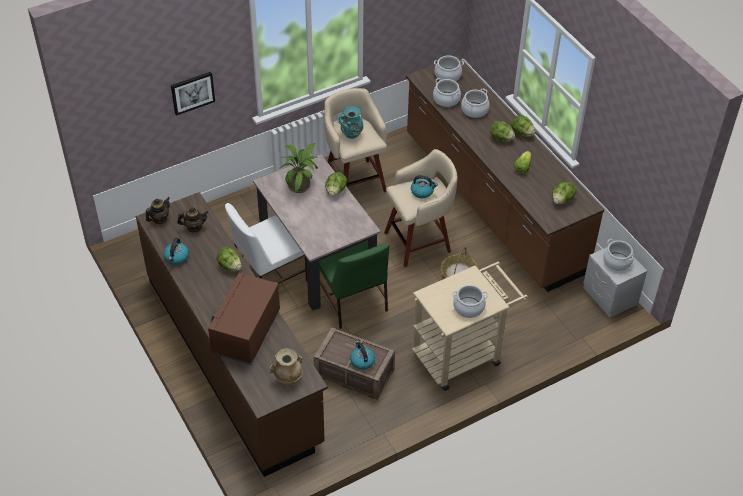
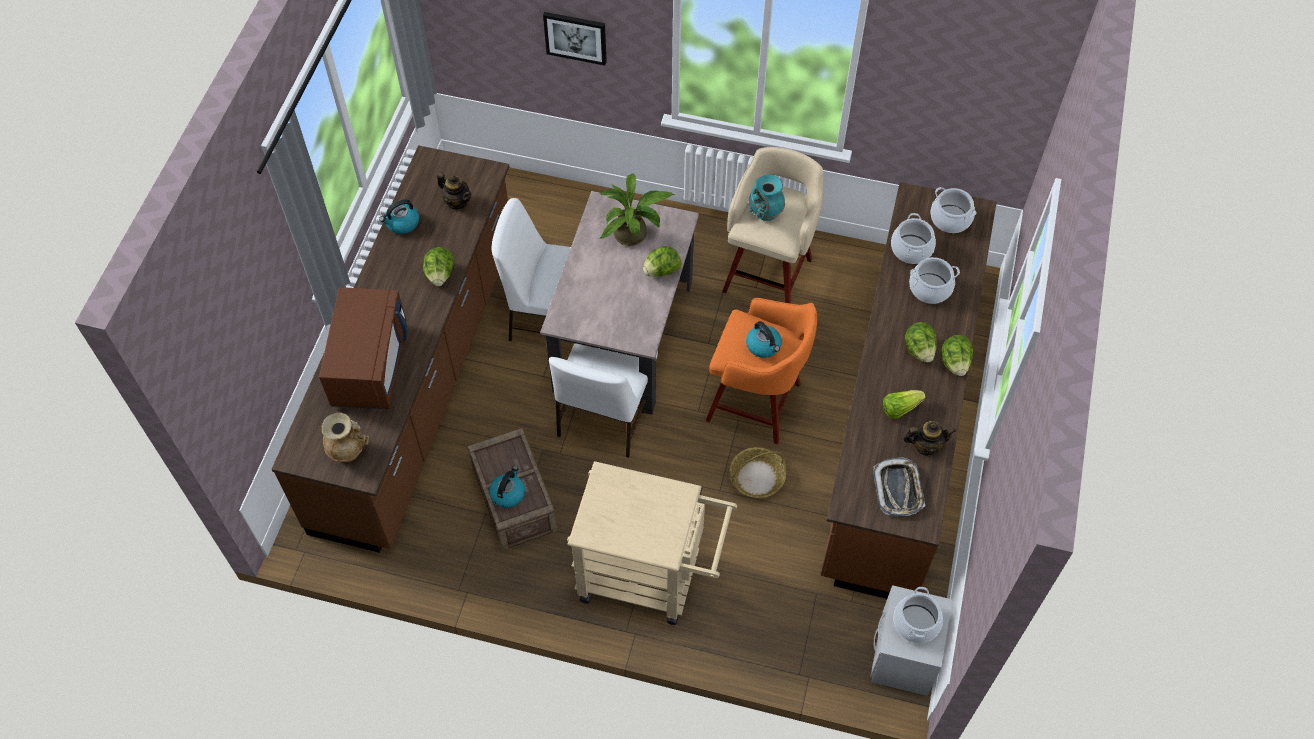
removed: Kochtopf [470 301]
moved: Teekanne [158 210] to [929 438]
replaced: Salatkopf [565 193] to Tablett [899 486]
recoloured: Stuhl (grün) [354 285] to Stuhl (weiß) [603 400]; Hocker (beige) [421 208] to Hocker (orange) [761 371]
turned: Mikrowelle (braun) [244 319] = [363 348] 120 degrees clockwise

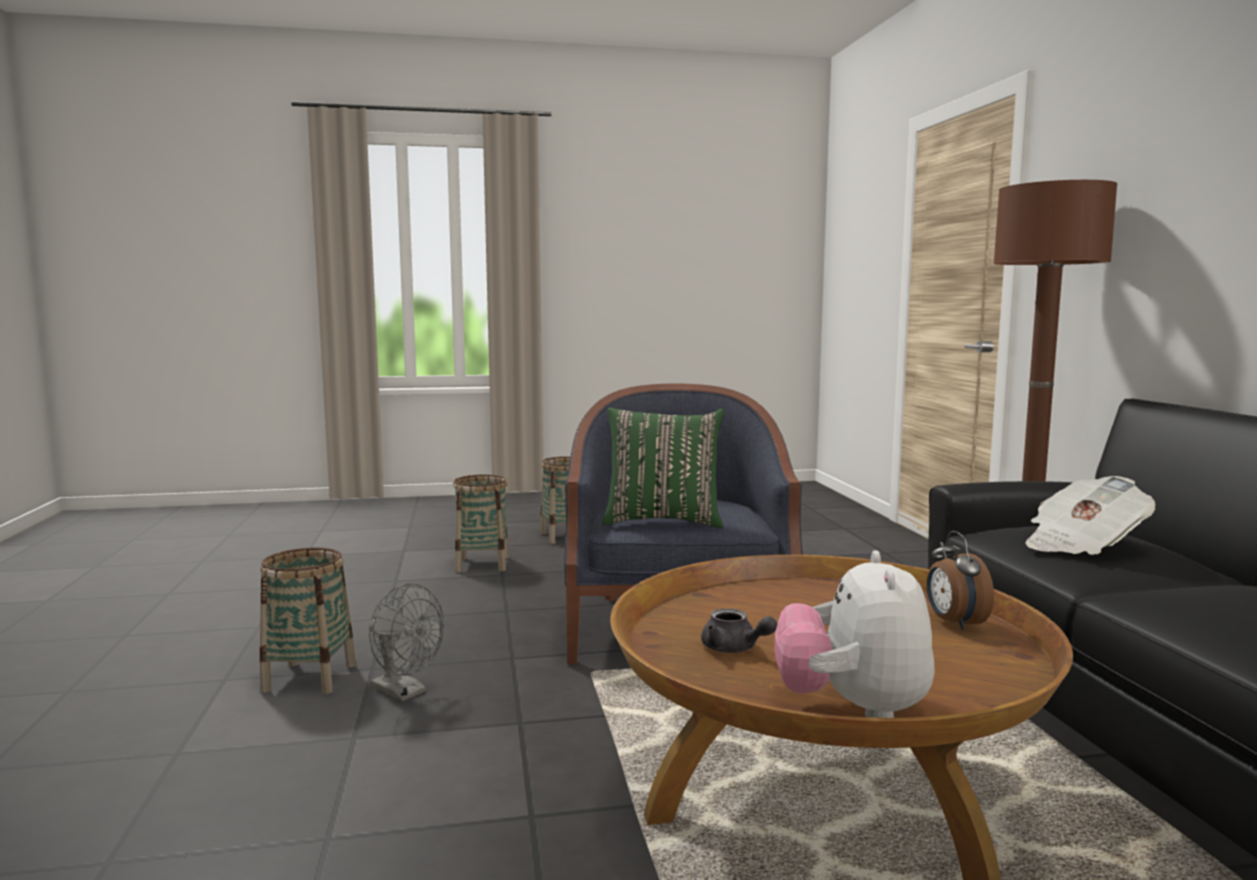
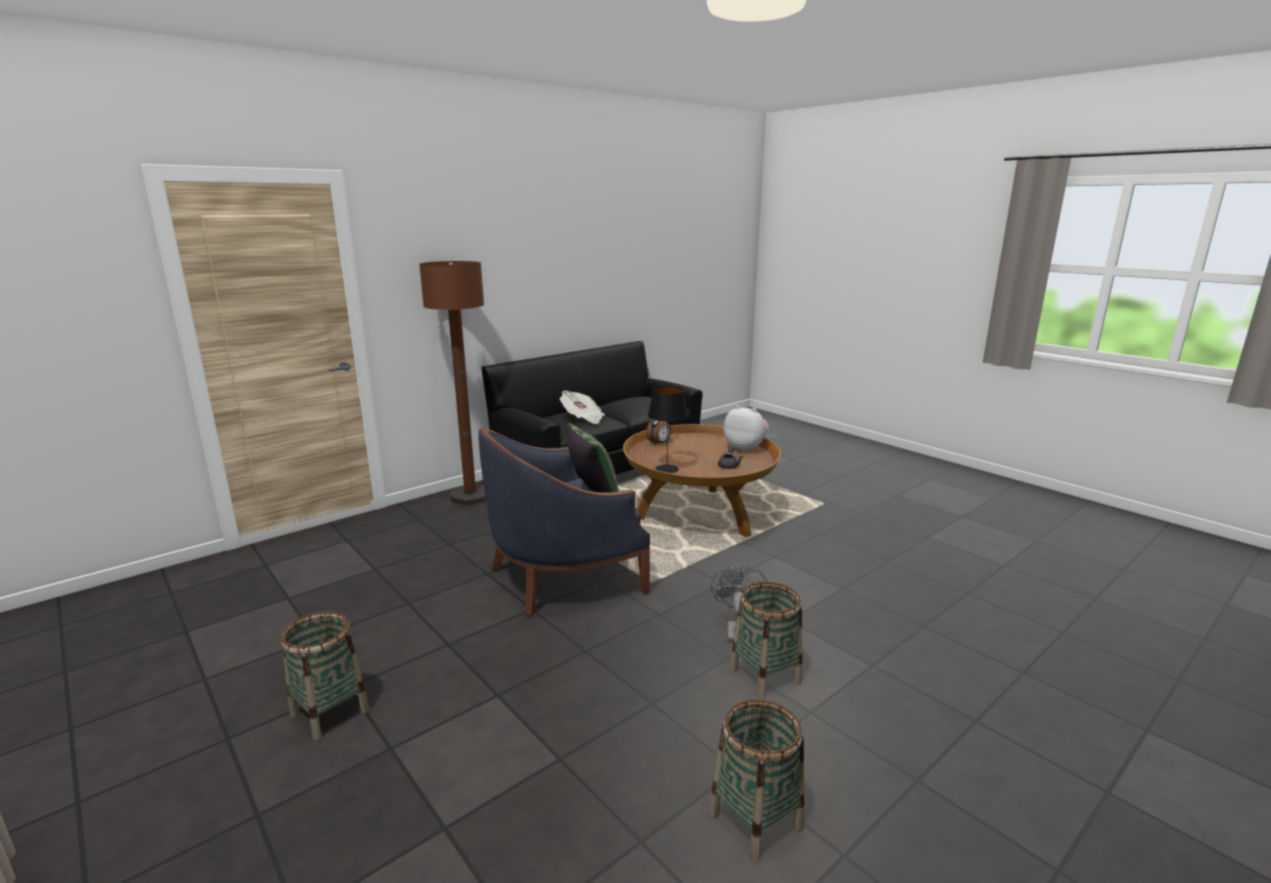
added: Tischlampe (schwarz) [668 429]
moved: Korb [481 523] to [756 780]
turned: Plüschtier [854 634] = [746 428] 120 degrees counterclockwise

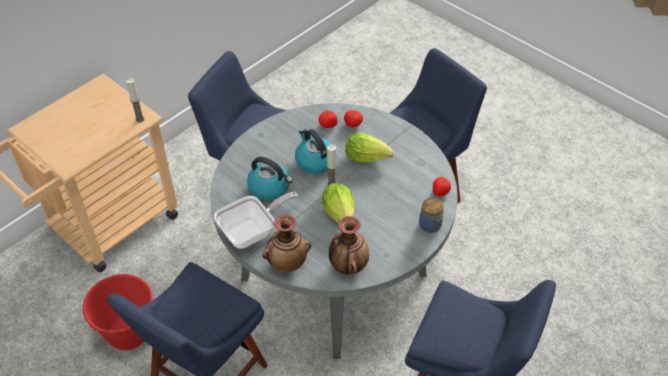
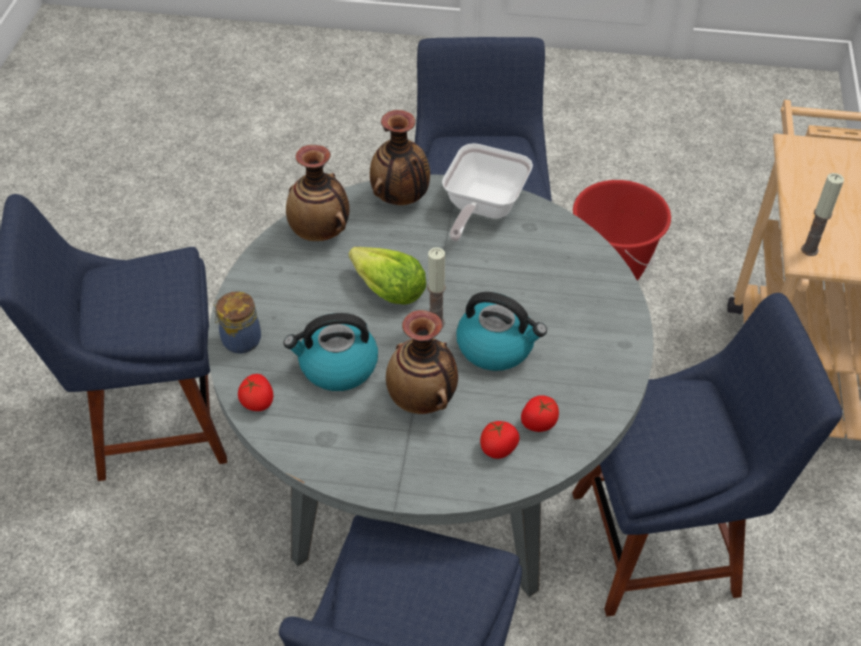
moved: Wasserkessel [270 178] to [330 352]
replaced: Salatkopf [369 147] to Vase [422 362]

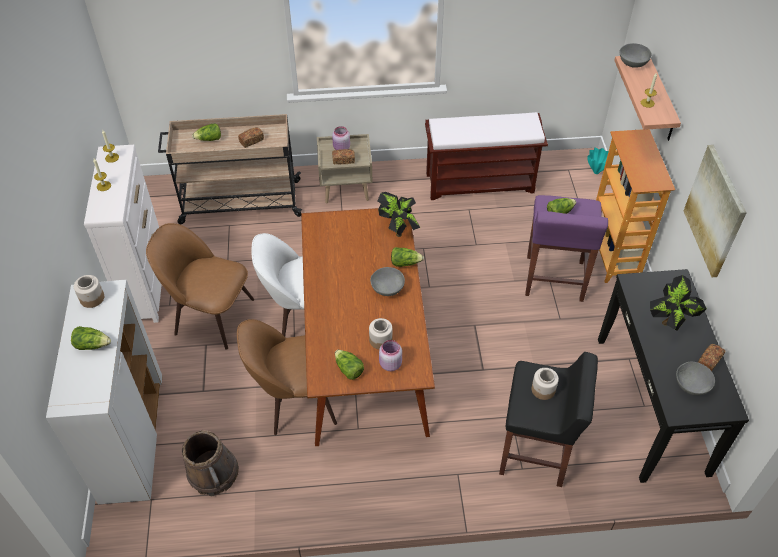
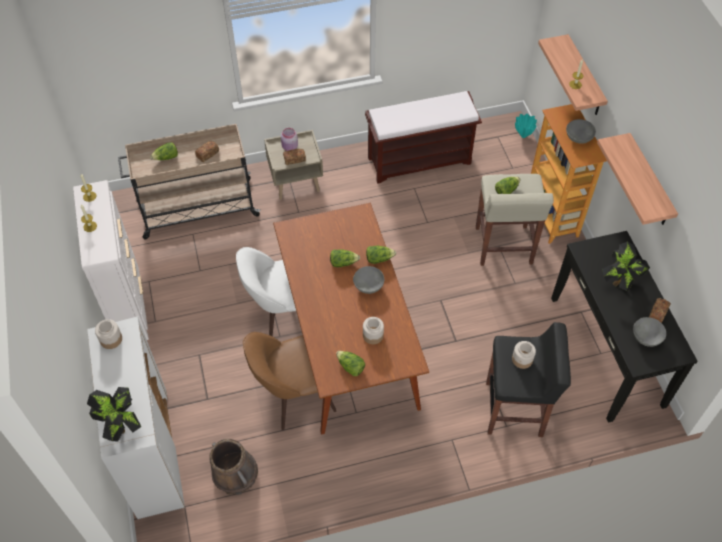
removed: Stuhl (braun) [200 286]; Vorratsglas (rosa) [390 355]
moved: Salatkopf [91 338] to [345 258]; Topfpflanze [398 214] to [114 414]; Schüssel (grau) [635 55] to [581 131]
replaced: Bild [715 211] to Wandregal [637 179]
recoloured: Hocker (lila) [566 248] to Hocker (beige) [515 220]

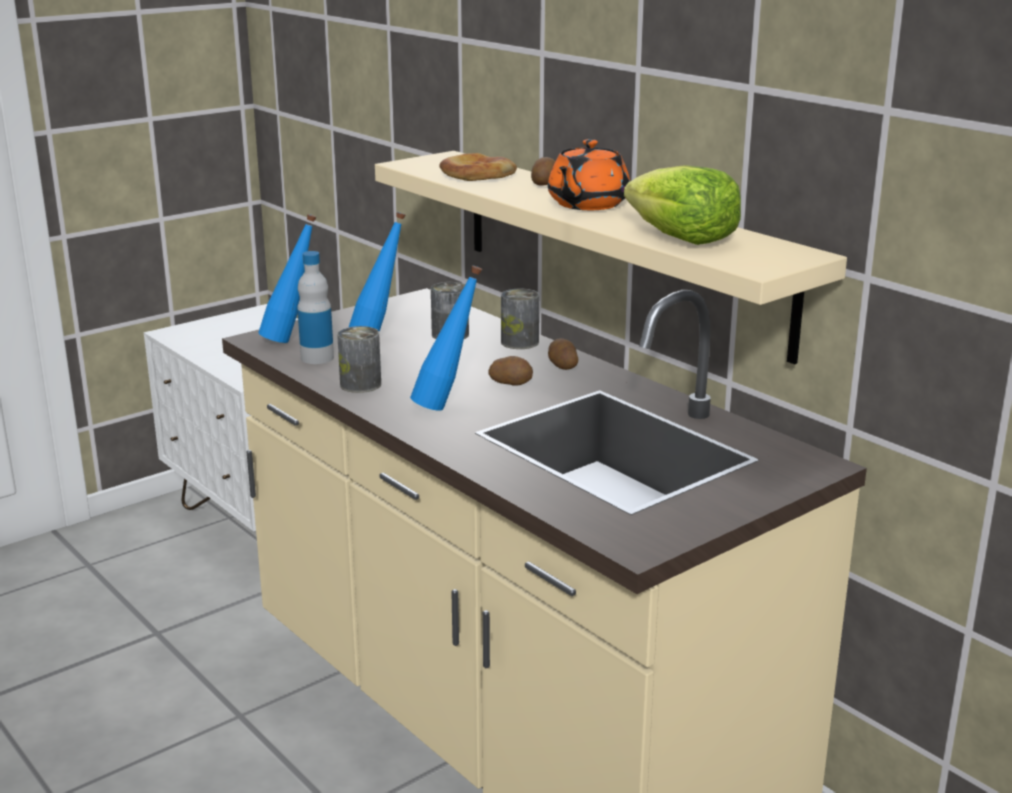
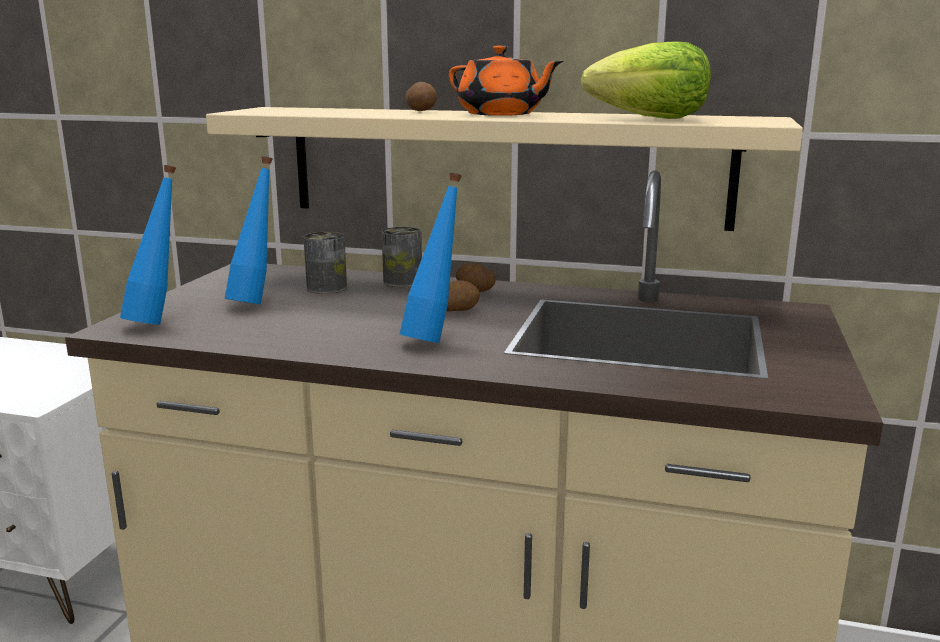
removed: Flasche [315 307]; Dose [359 359]; Brot [478 167]
turned: Teekanne (orange) [589 174] = [506 80] 45 degrees counterclockwise

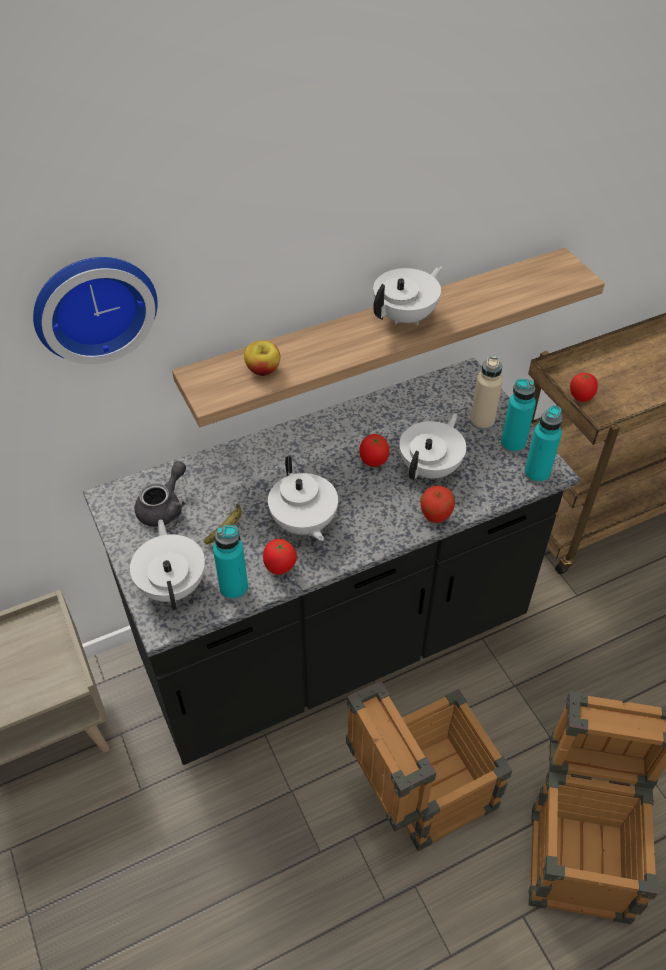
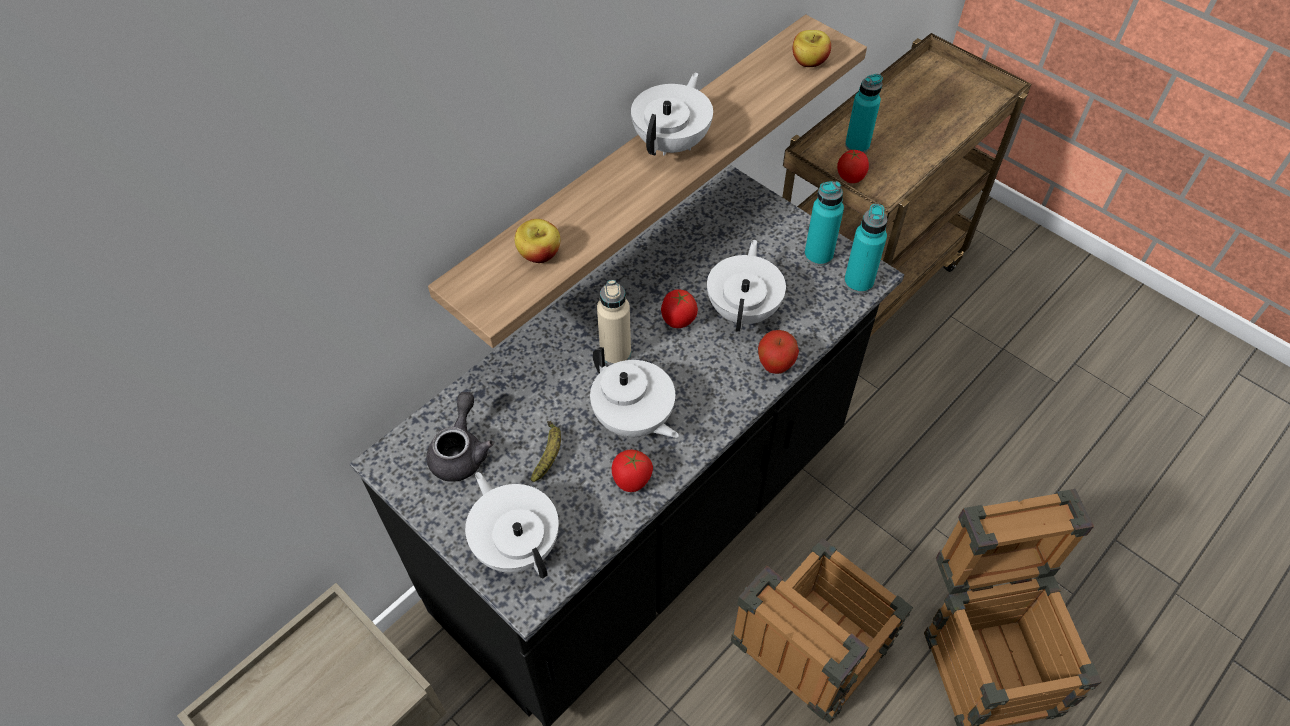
removed: Wanduhr [95 310]
added: Apfel [812 48]
moved: Flasche (türkis) [230 562] to [864 113]; Flasche (beige) [486 393] to [614 322]

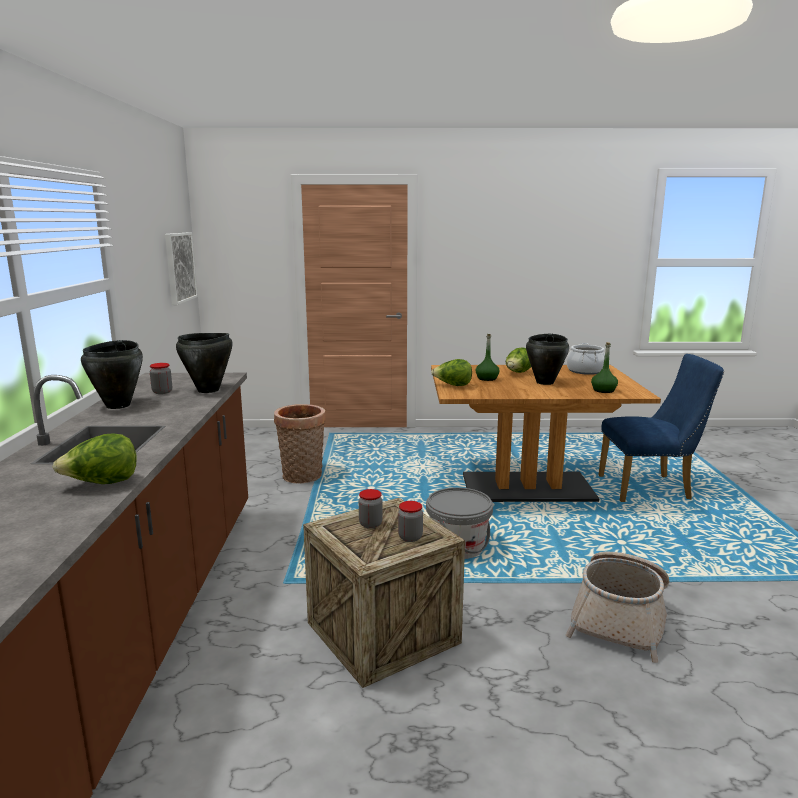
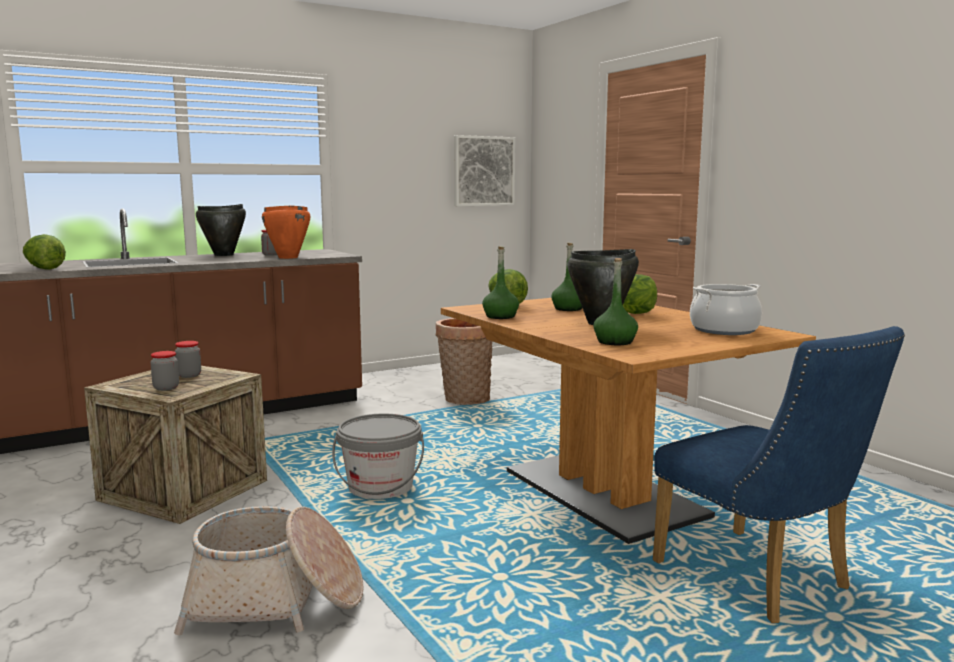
added: Flasche (grün) [500 282]
recoloured: Kochtopf (schwarz) [204 363] to Kochtopf (orange) [286 232]

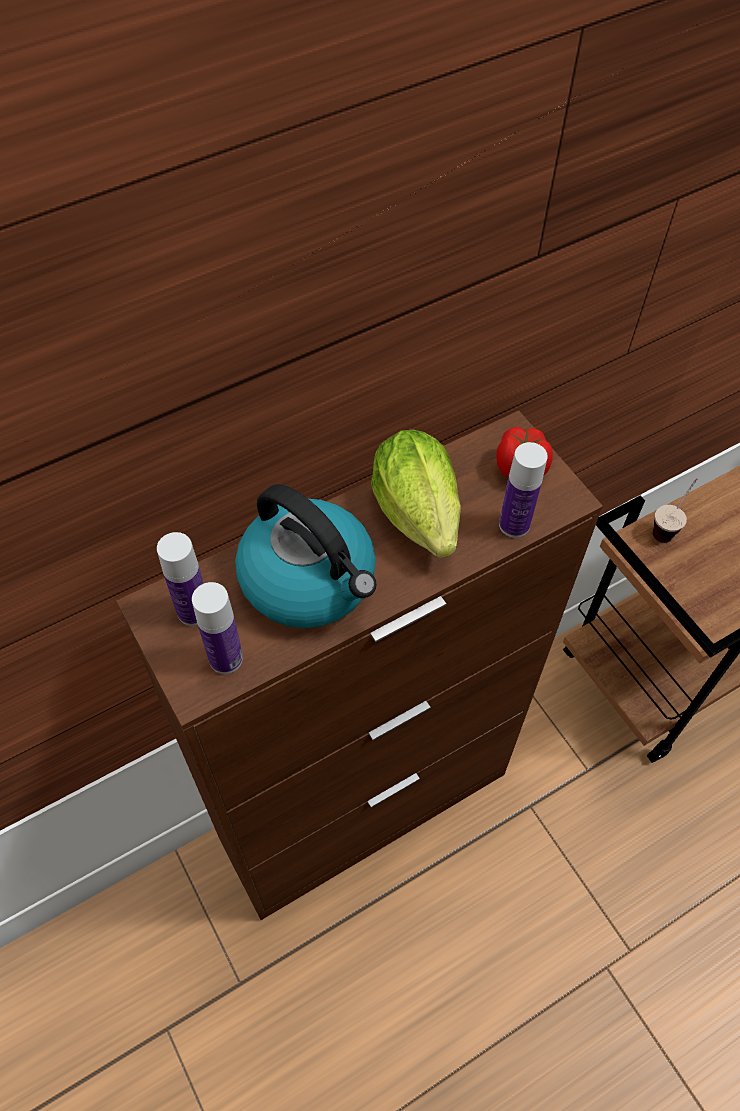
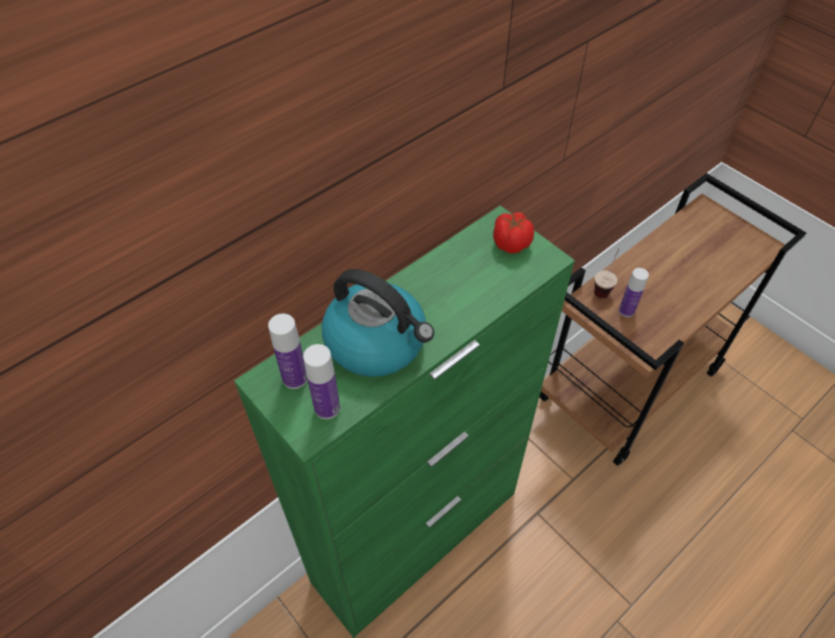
removed: Salatkopf [416 494]
moved: Flasche [523 490] to [634 292]
recoloured: Schrank (braun) [360 665] to Schrank (grün) [404 421]

